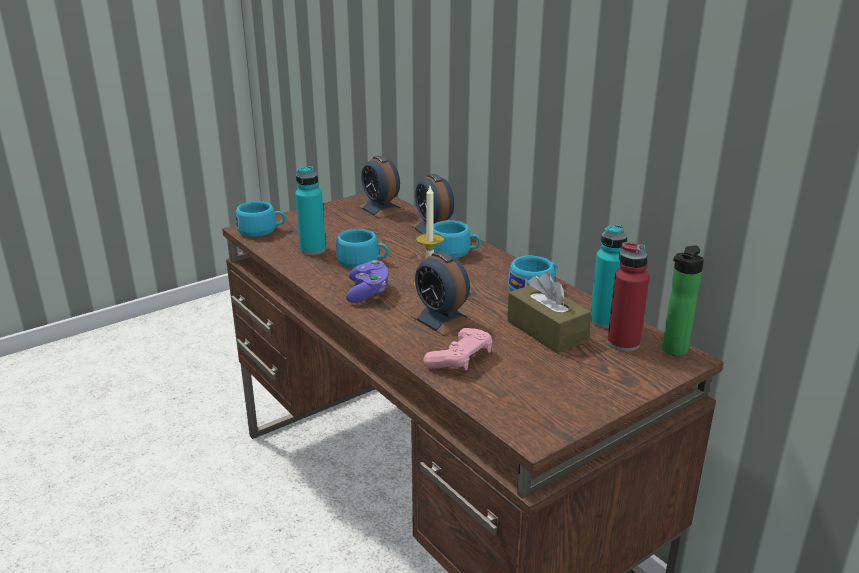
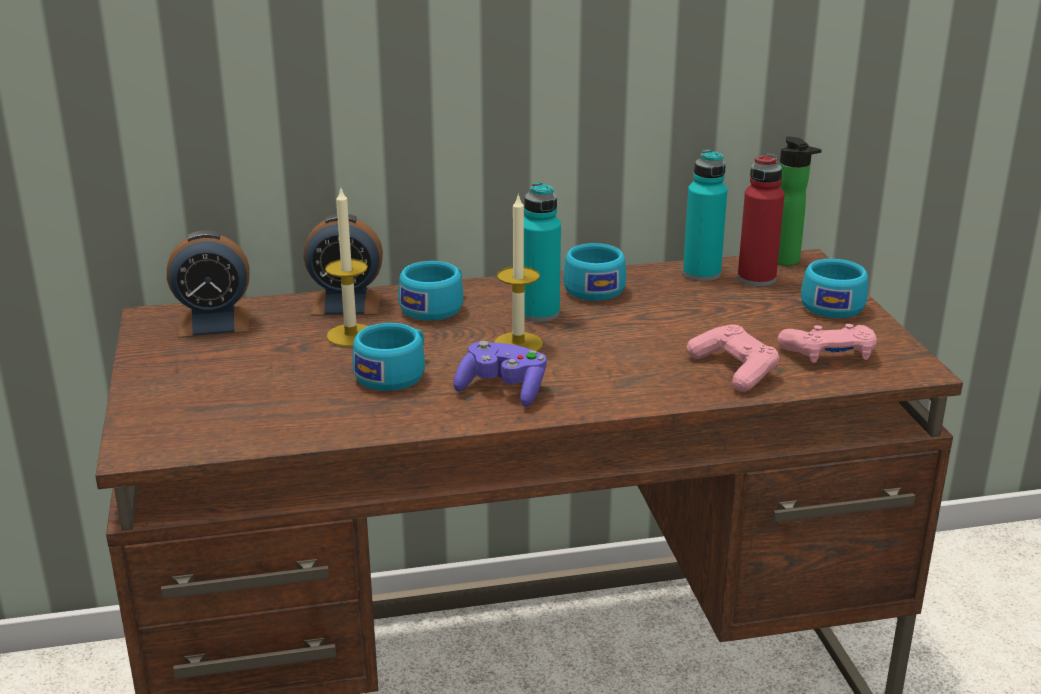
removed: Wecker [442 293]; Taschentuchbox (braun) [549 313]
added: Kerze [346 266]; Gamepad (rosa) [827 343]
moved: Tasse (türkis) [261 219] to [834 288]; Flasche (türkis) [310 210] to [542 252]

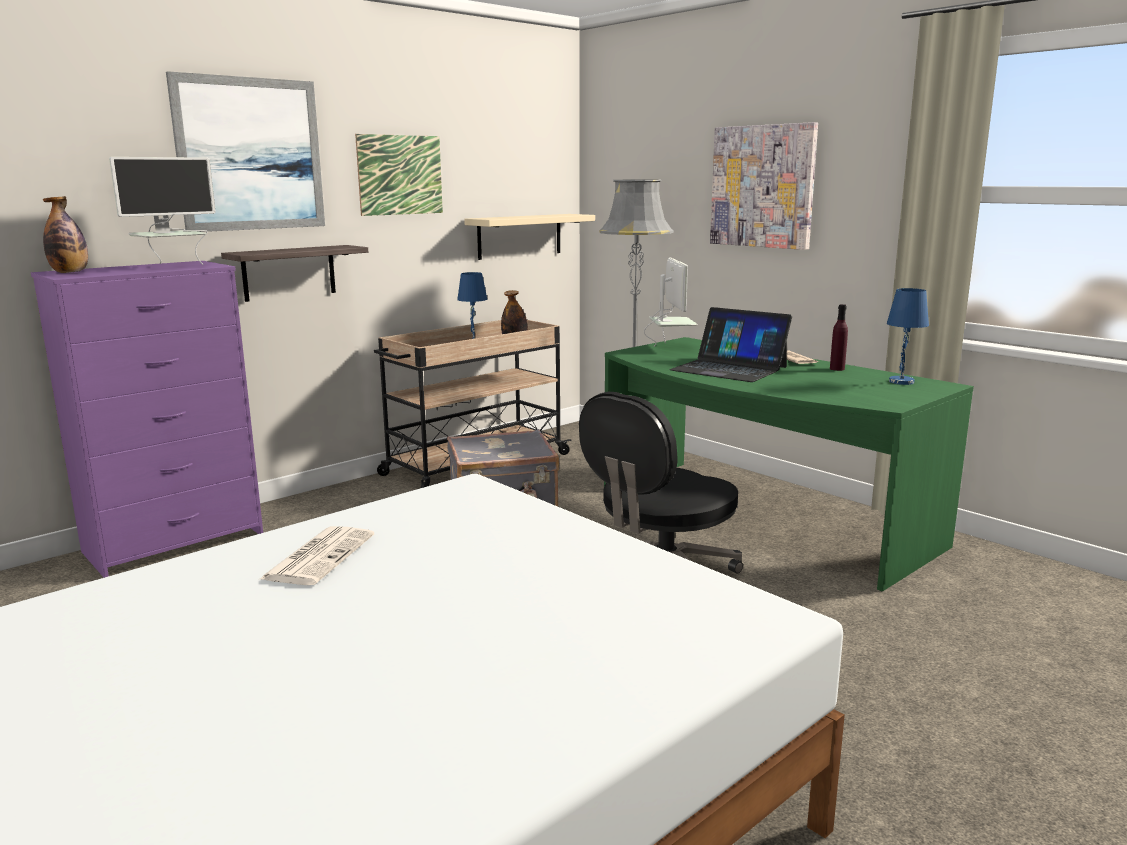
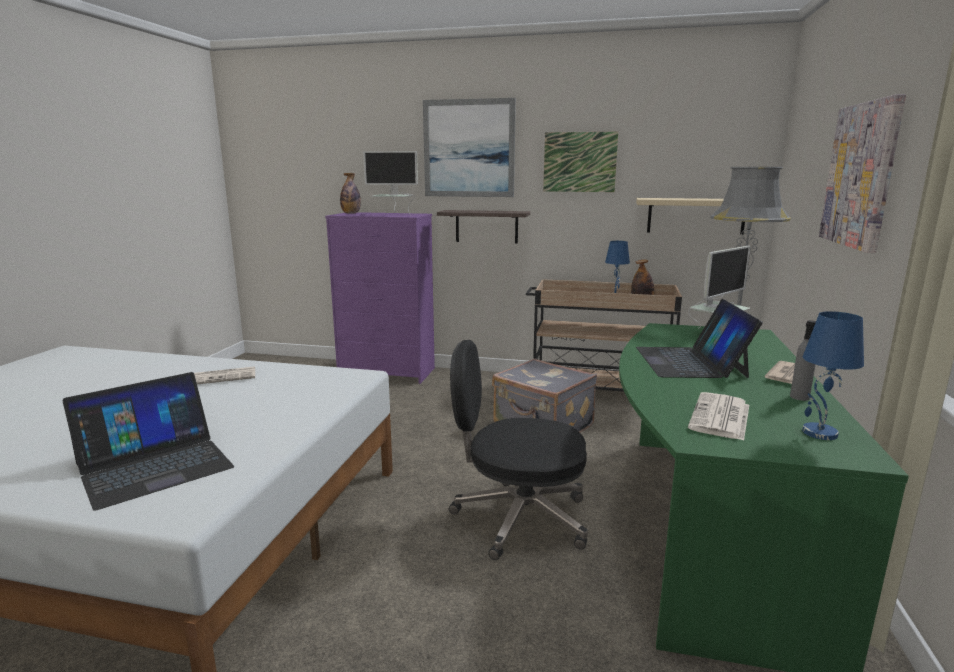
added: Laptop [148 441]; Zeitung [718 416]
recoloured: Flasche (lila) [839 337] to Flasche (grau) [803 360]

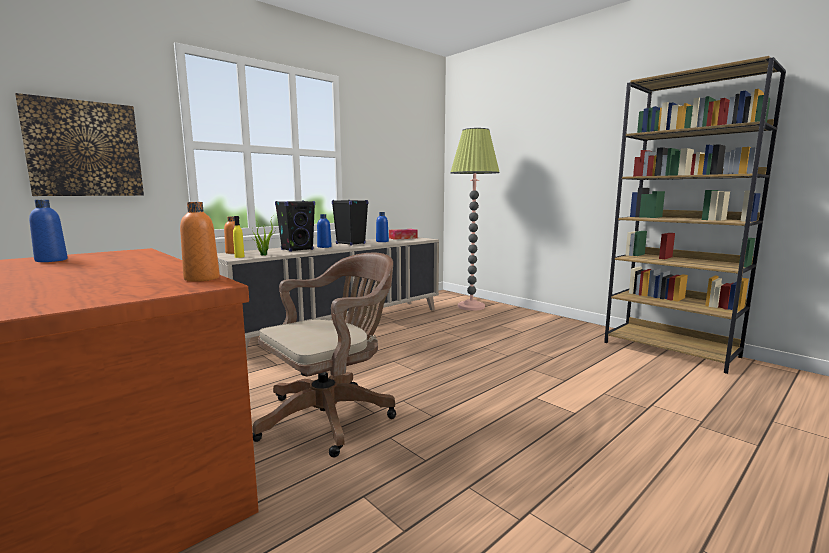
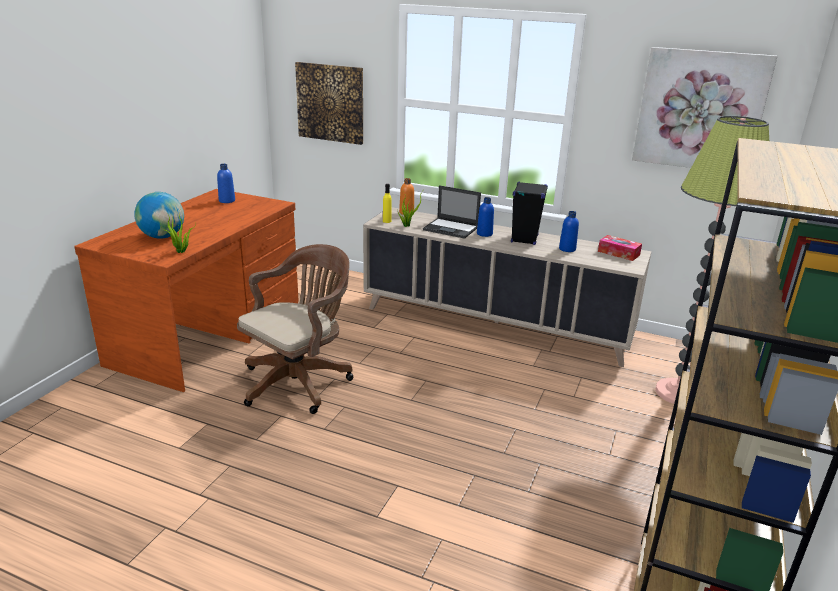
added: Globus [159 215]; Bild [704 107]
replaced: Flasche (orange) [200 242] to Topfpflanze [178 232]; Lautsprecher (schwarz) [295 226] to Laptop [452 212]
turned: Bürostuhl (braun) [324 355] = [295 329] 75 degrees counterclockwise

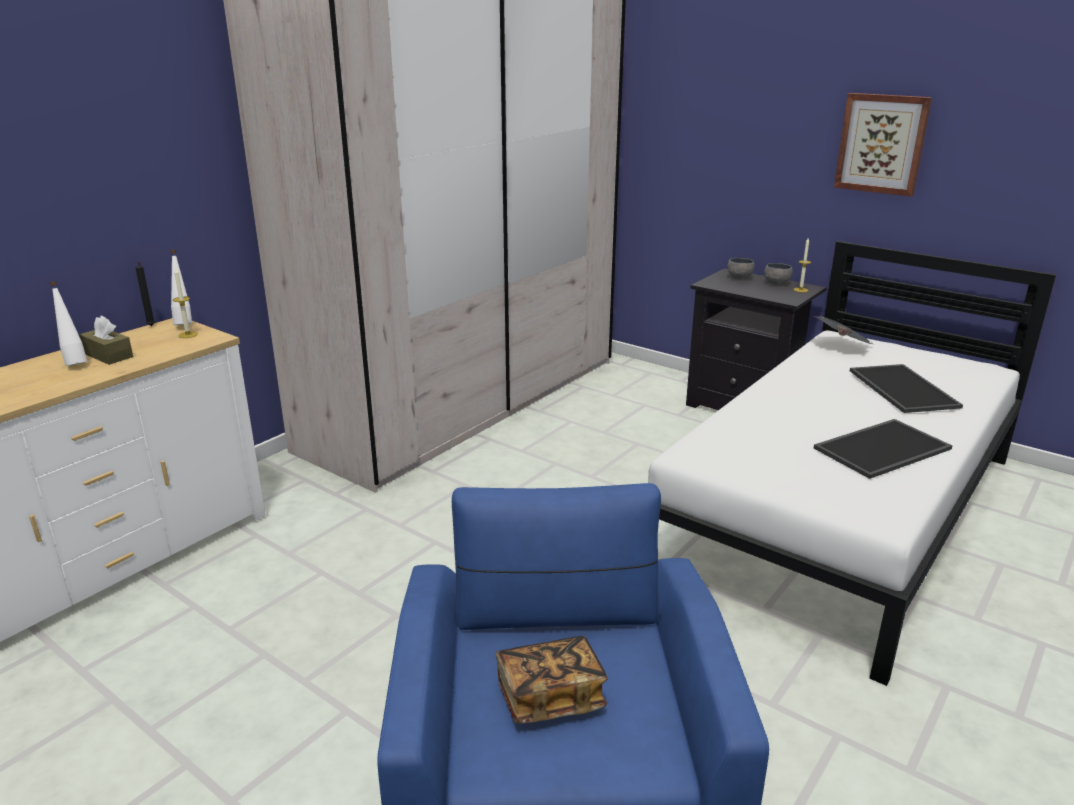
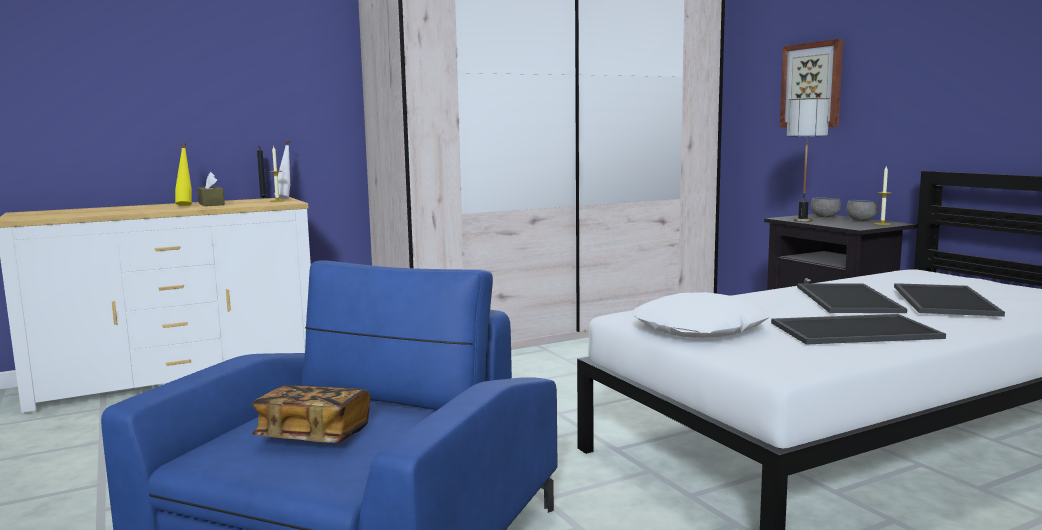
removed: Zeitung [842 330]
added: Kissen (weiß) [700 315]; Tischlampe [808 160]; Tablett [852 298]
moved: Bild [883 144] to [811 83]
recoloured: Flasche (weiß) [69 323] to Flasche (gelb) [183 174]

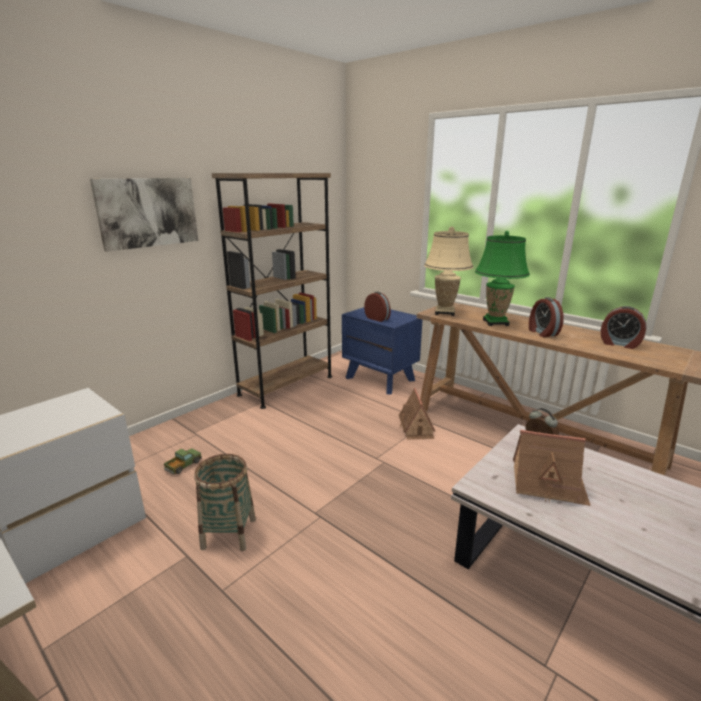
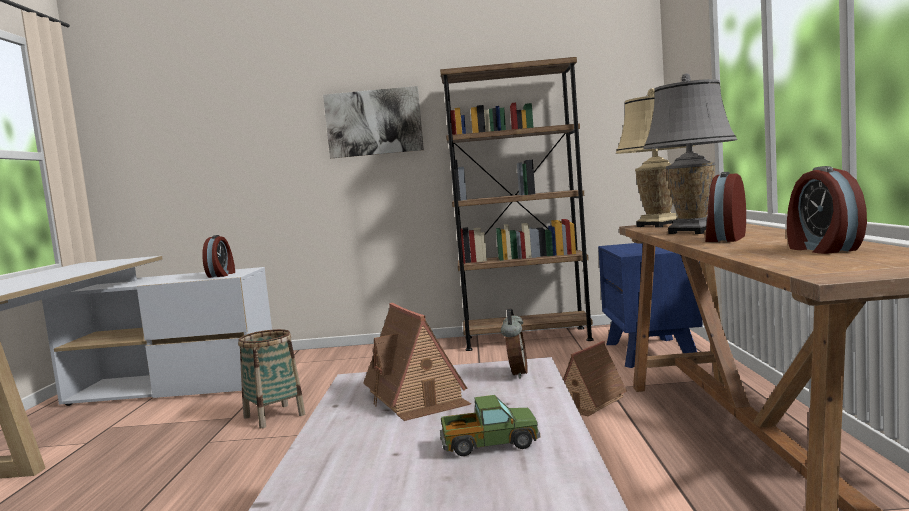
moved: Spielzeuglaster [183 461] to [490 425]; Wecker [377 306] to [218 256]
recoloured: Tischlampe (grün) [502 278] to Tischlampe (grau) [690 153]

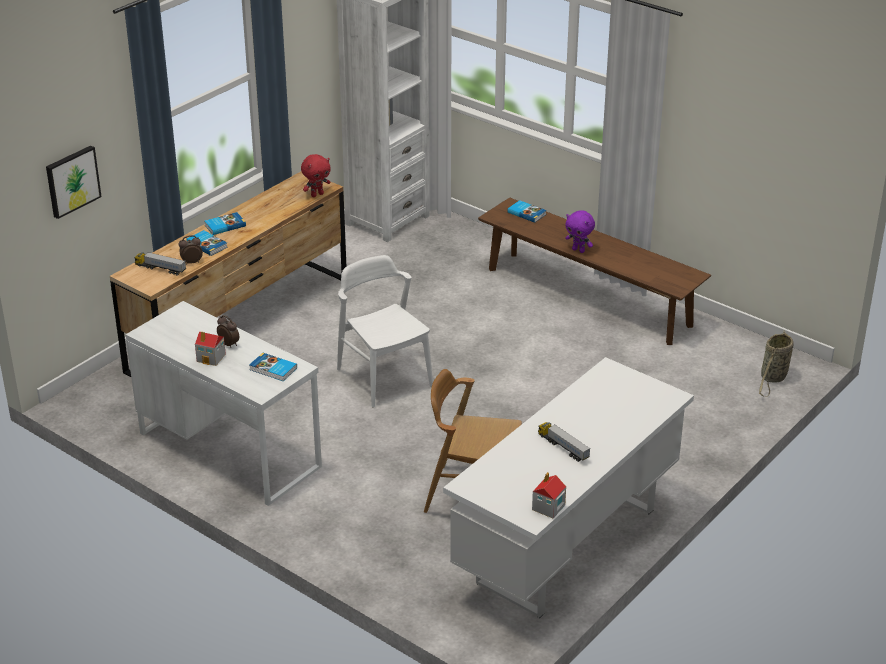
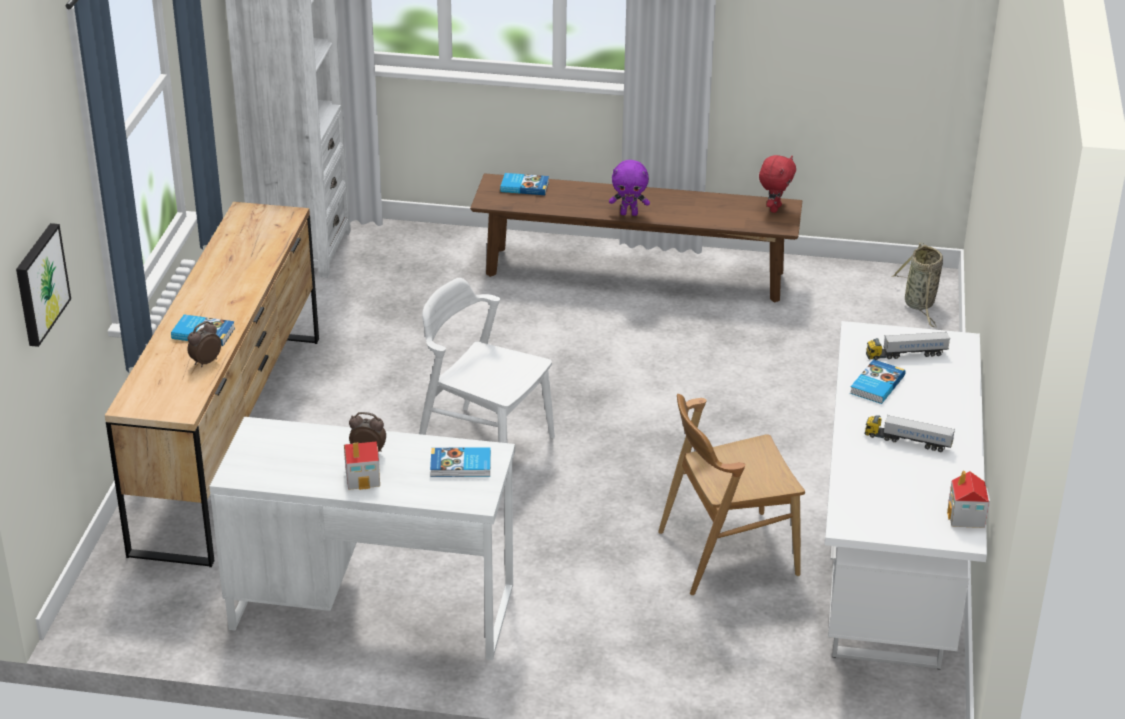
moved: Spielzeuglaster [160 264] to [908 346]; Buch [225 223] to [877 381]; Plüschtier (rot) [316 175] to [777 184]

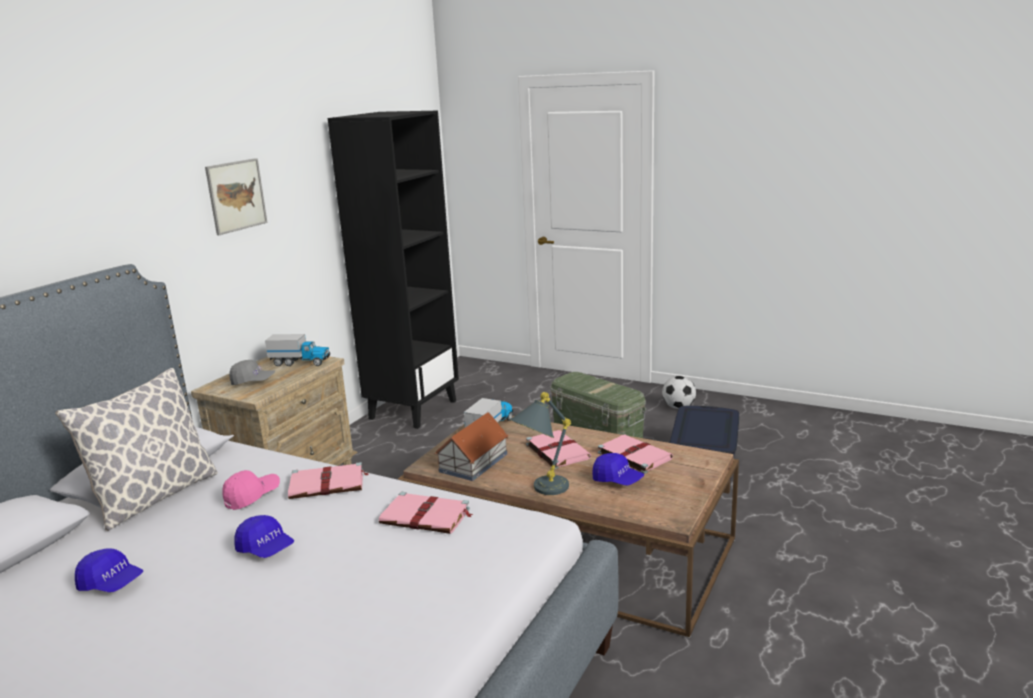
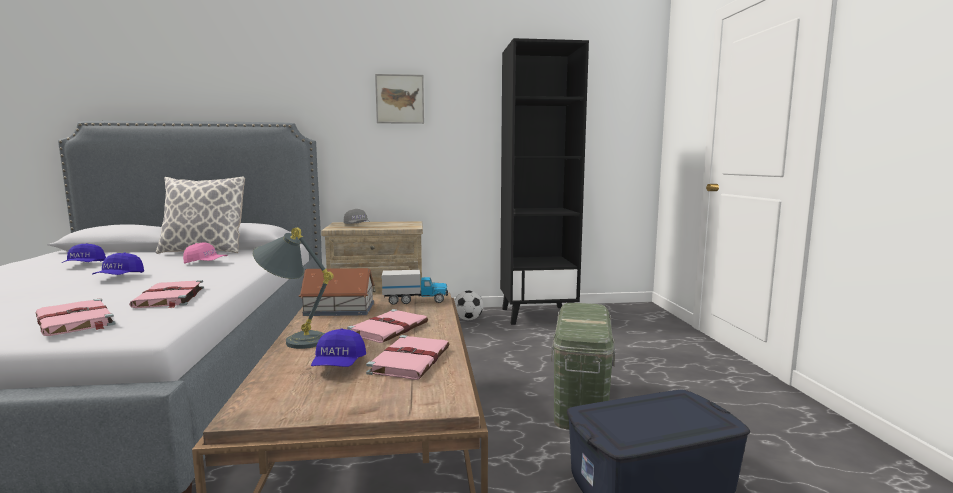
removed: Spielzeuglaster [298 350]
moved: Buch (rosa) [328 480] to [76 317]; Fußball [679 392] to [469 305]

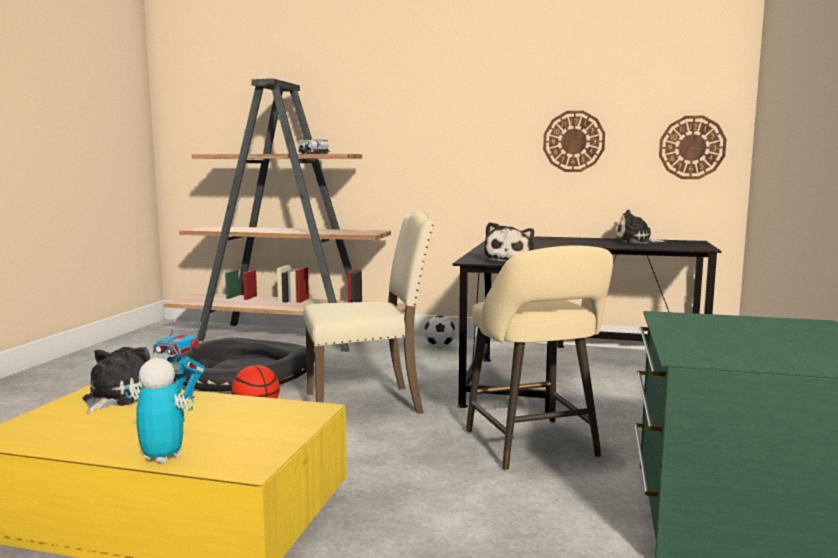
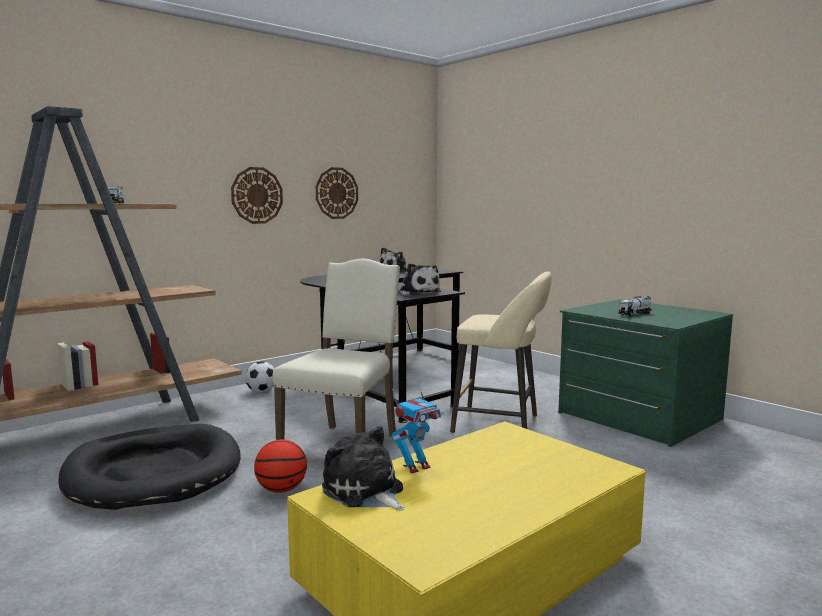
removed: Spielzeugroboter [159 411]
added: Spielzeuglaster [635 306]
moved: Wanduhr [693 147] to [257 195]

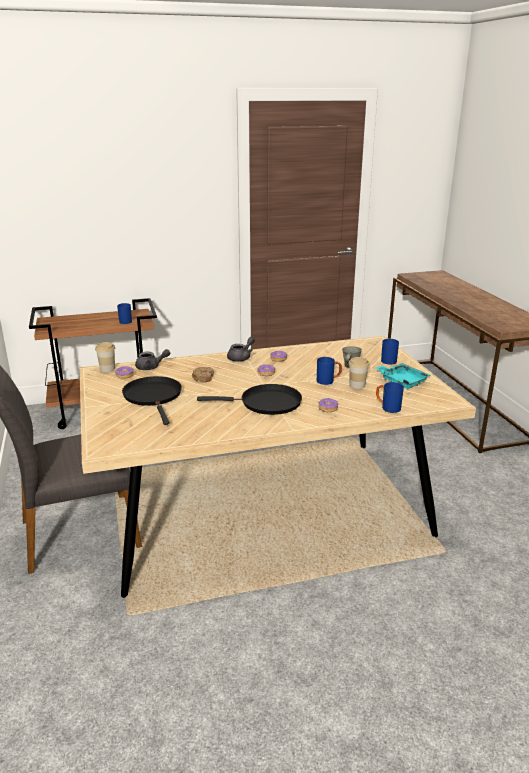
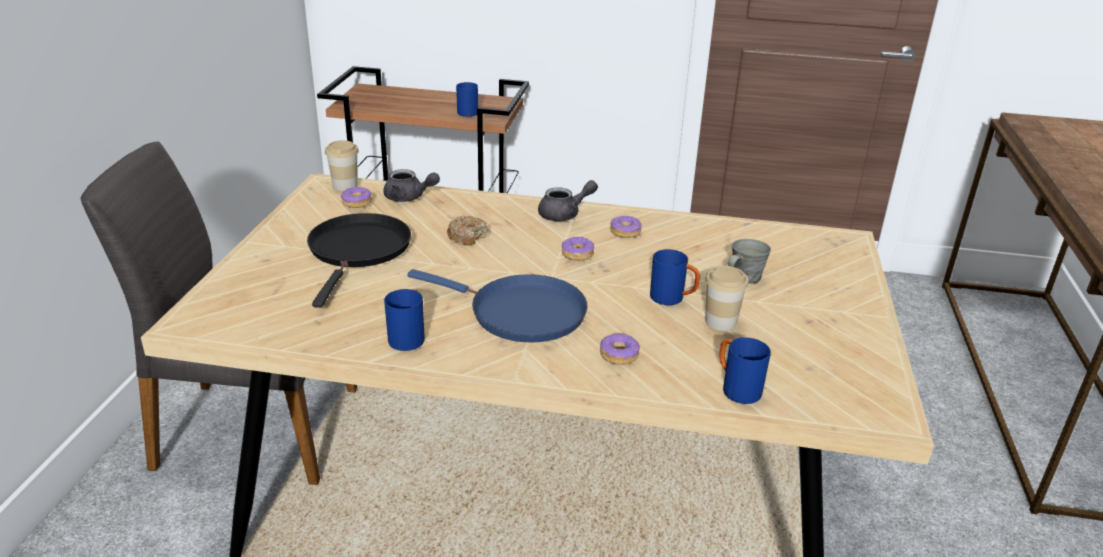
removed: Tablett (türkis) [403 376]
moved: Henkelbecher (blau) [390 352] to [404 320]
recoloured: Pfanne (schwarz) [249 399] to Pfanne (blau) [497 305]

